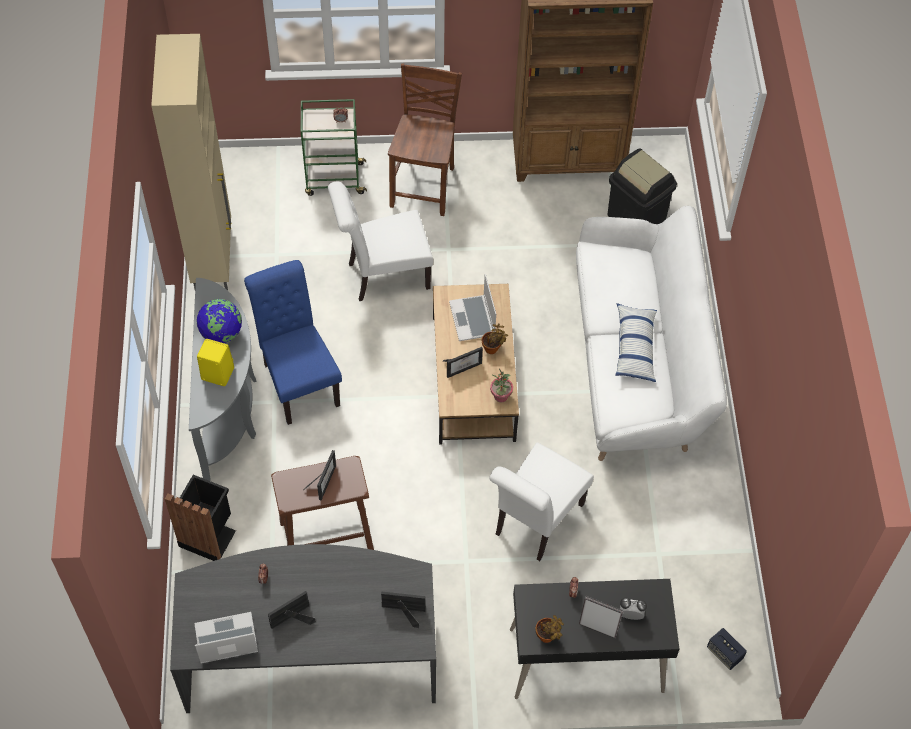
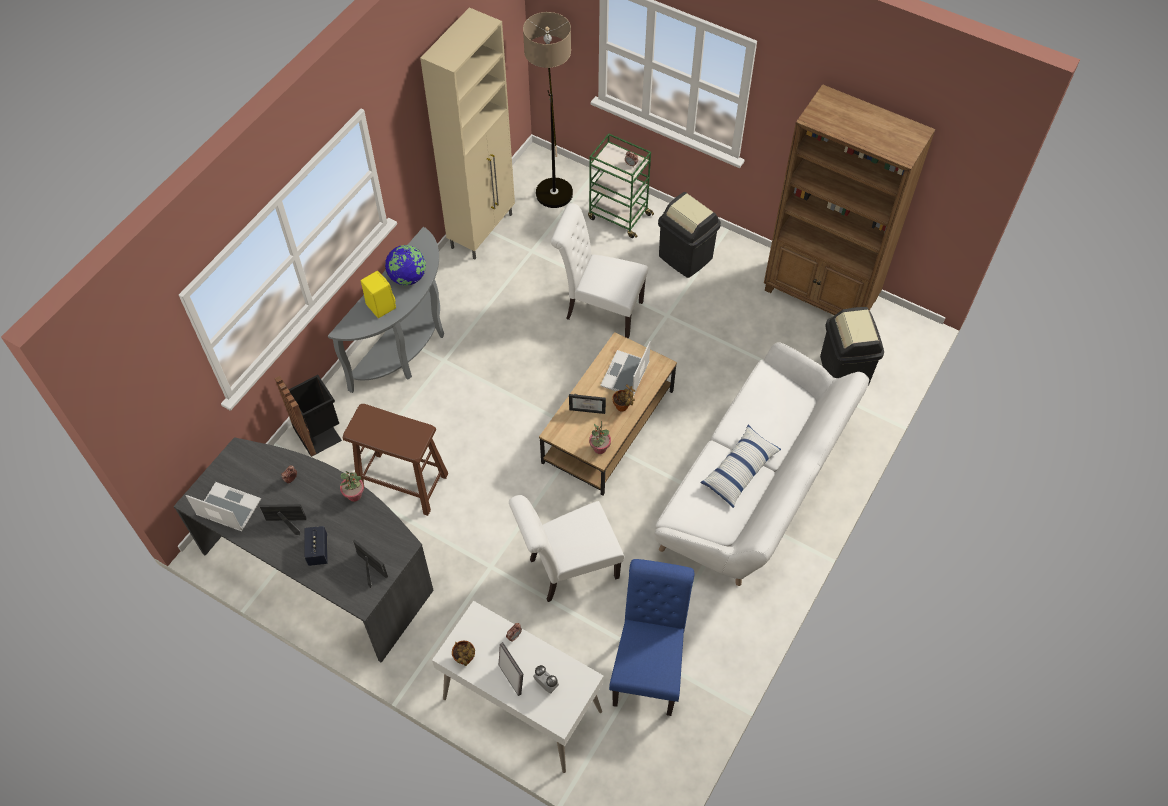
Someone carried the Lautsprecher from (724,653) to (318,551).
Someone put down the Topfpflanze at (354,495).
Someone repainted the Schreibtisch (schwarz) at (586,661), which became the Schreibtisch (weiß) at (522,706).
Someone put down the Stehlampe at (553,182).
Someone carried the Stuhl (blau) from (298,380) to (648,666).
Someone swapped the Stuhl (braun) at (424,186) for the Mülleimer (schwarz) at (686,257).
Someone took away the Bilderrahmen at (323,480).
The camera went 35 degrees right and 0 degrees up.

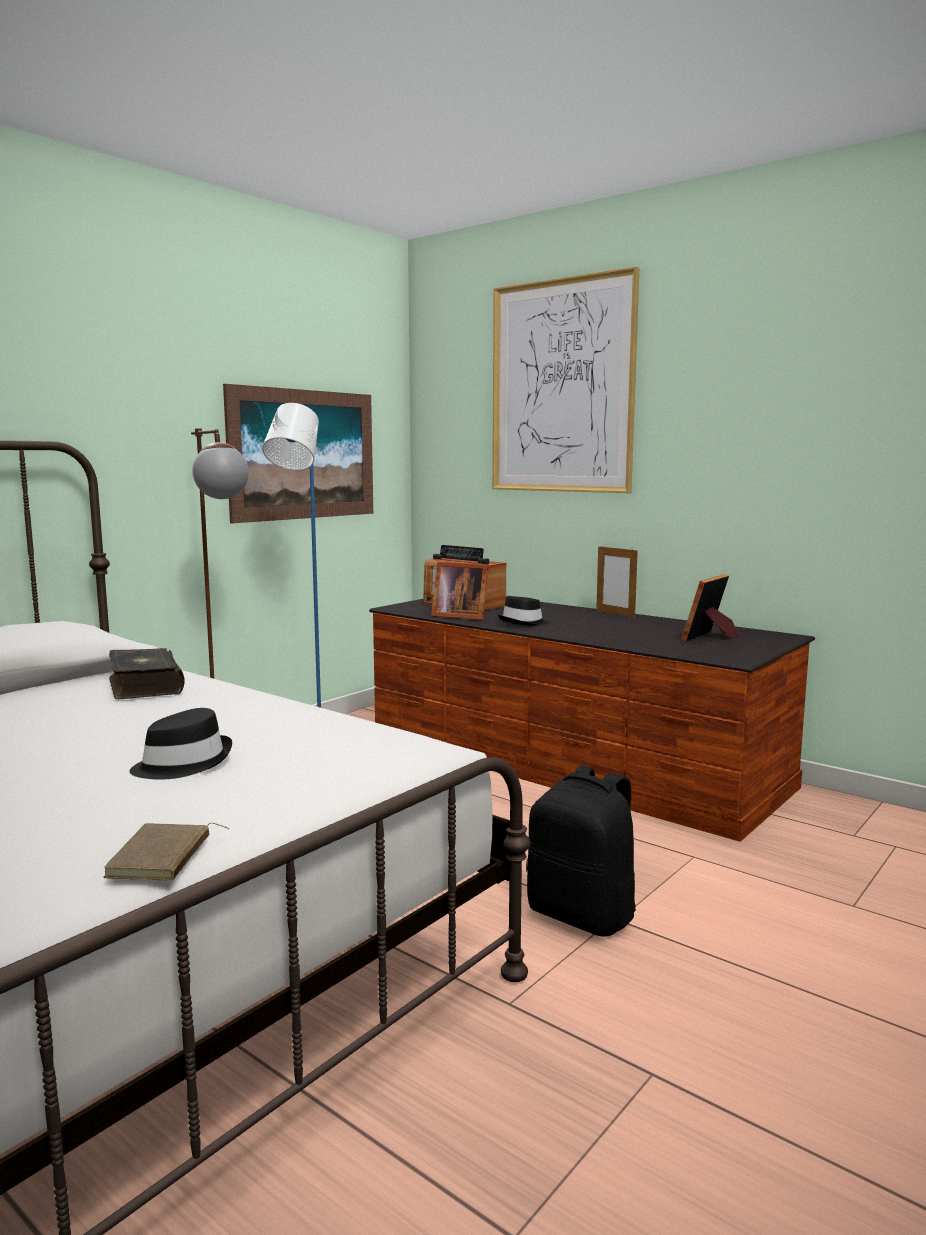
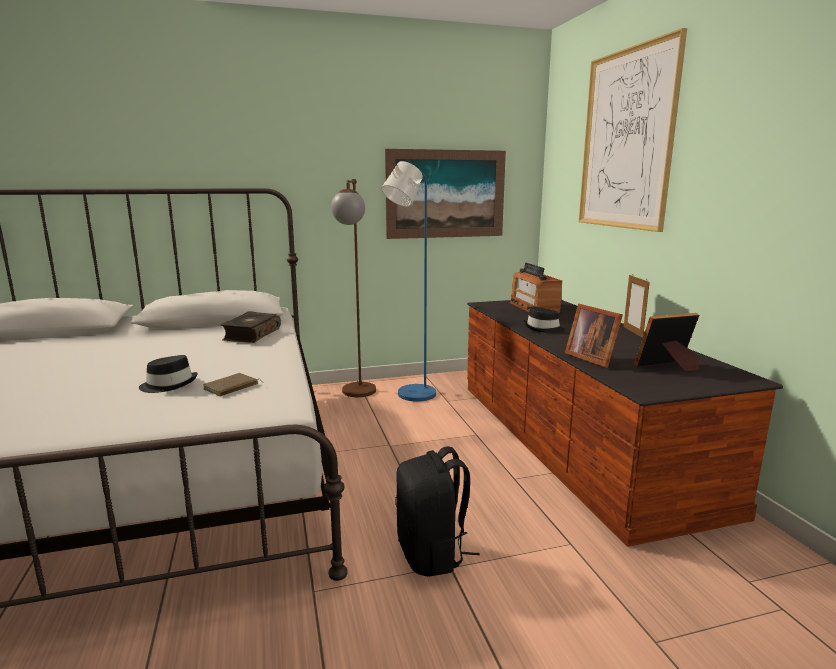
Someone carried the Buch (braun) from (163,858) to (231,388).
Someone carried the Bilderrahmen from (459,616) to (591,358).
The camera went 35 degrees right and 5 degrees up.

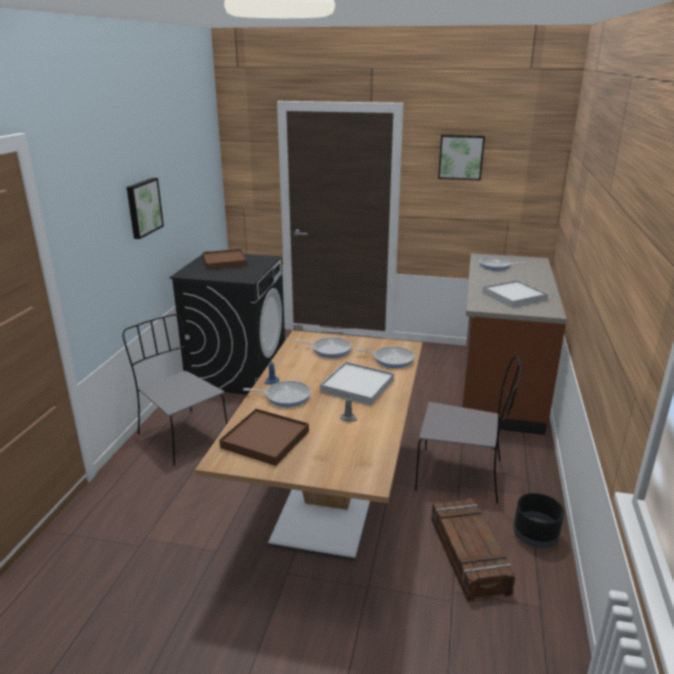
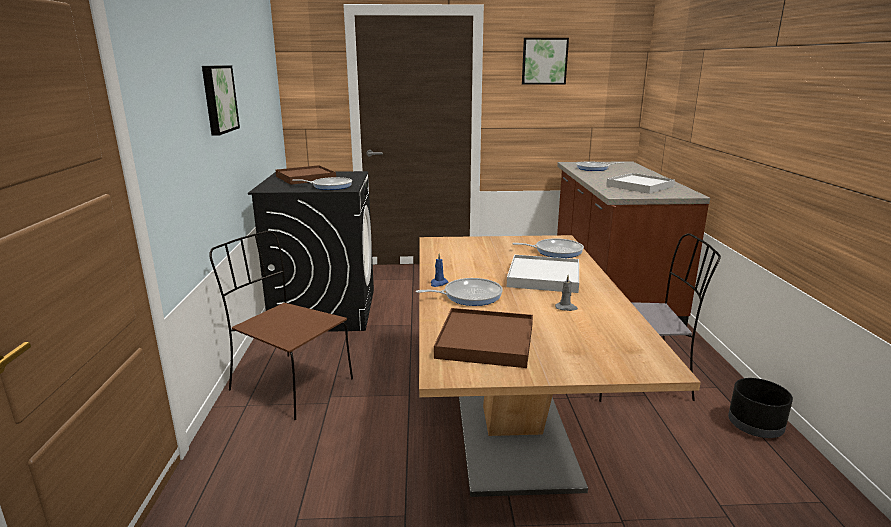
Someone repainted the Stuhl (grau) at (182,435), which became the Stuhl (braun) at (289,384).
Someone carried the Pfanne from (329,349) to (329,186).
Someone took away the Kiste at (467,555).
The camera went 15 degrees left and 5 degrees down.

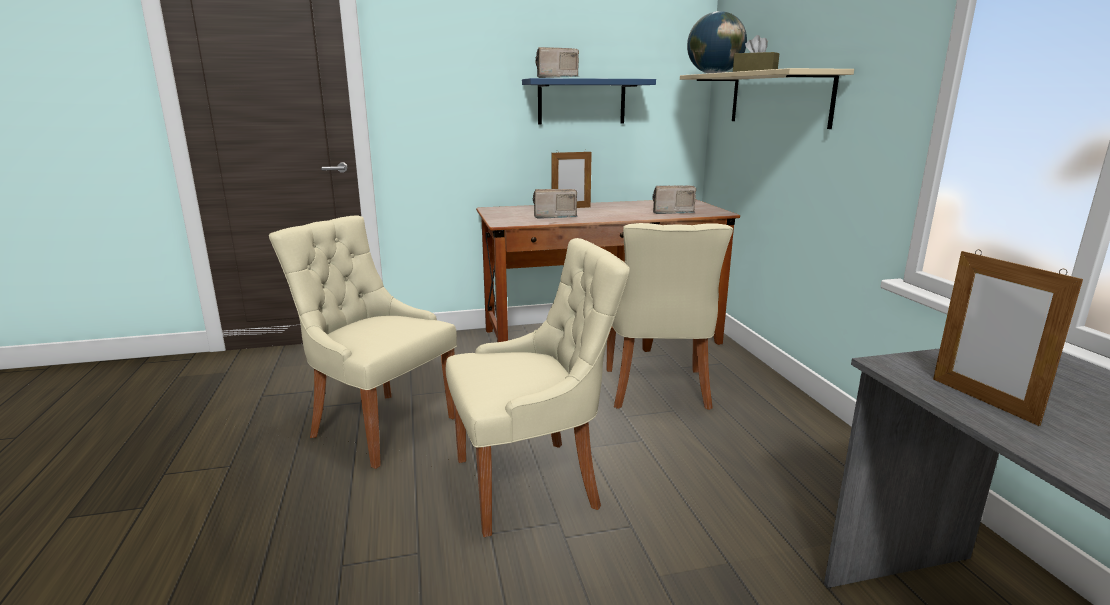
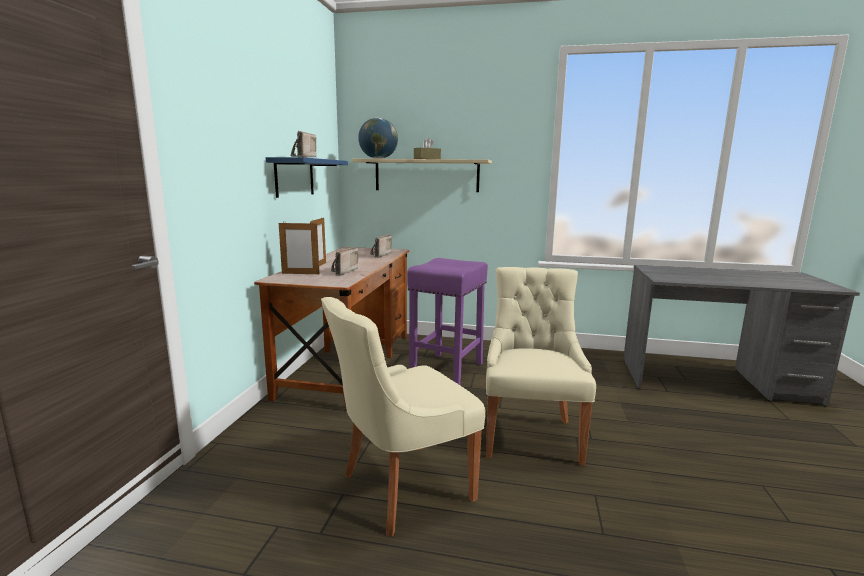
Someone carried the Bilderrahmen from (982,400) to (300,273).
Someone swapped the Stuhl (beige) at (657,390) for the Hocker (lila) at (446,370).
The camera went 65 degrees left and 5 degrees down.

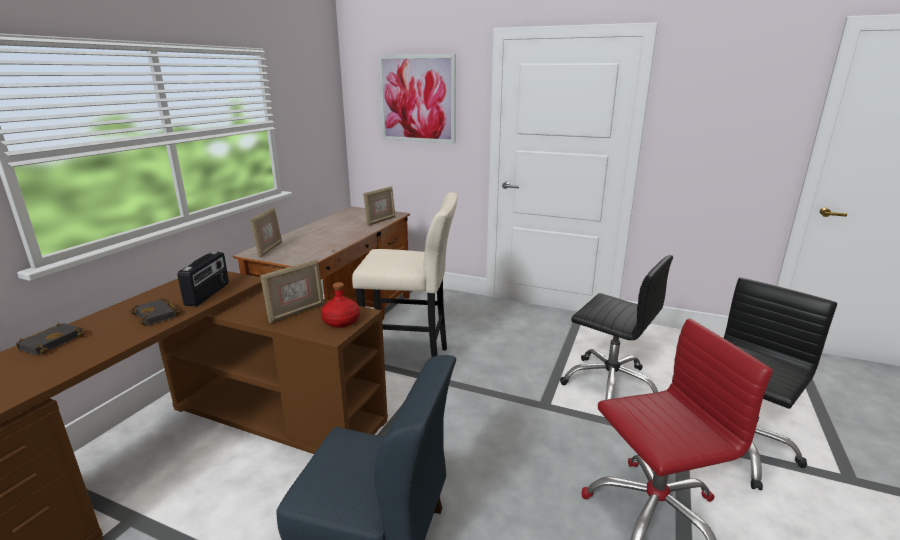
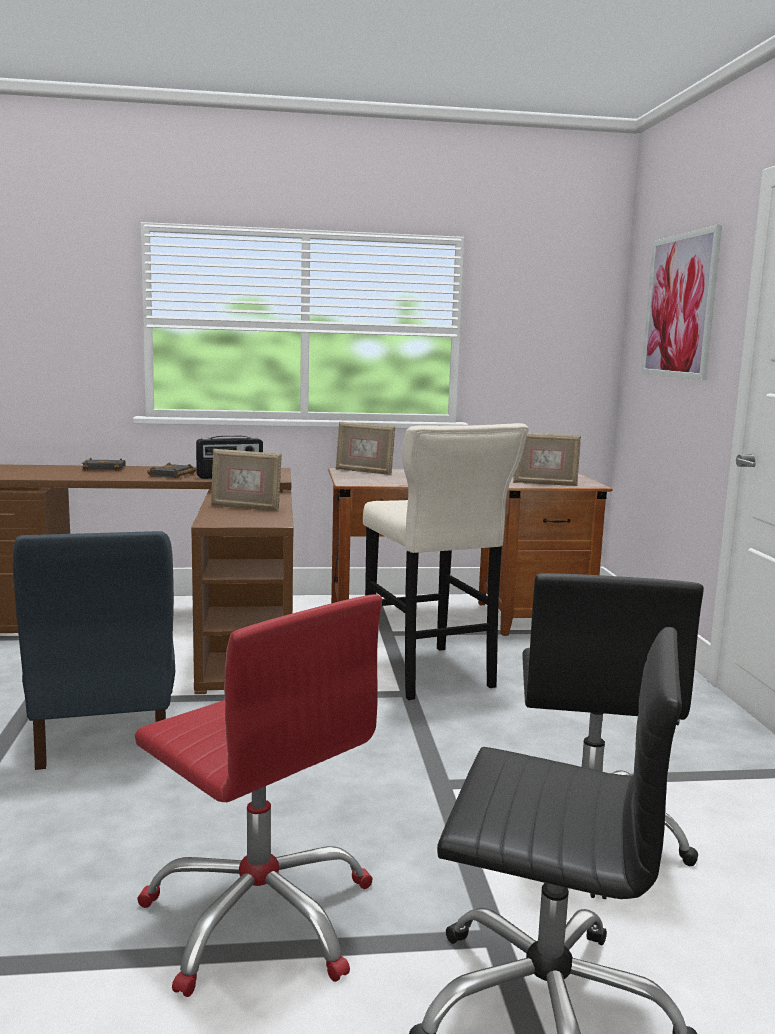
Someone rotated the Bilderrahmen at (269,249) by 45 degrees clockwise.
Someone took away the Flasche (rot) at (341,321).
The camera went 60 degrees right and 10 degrees down.

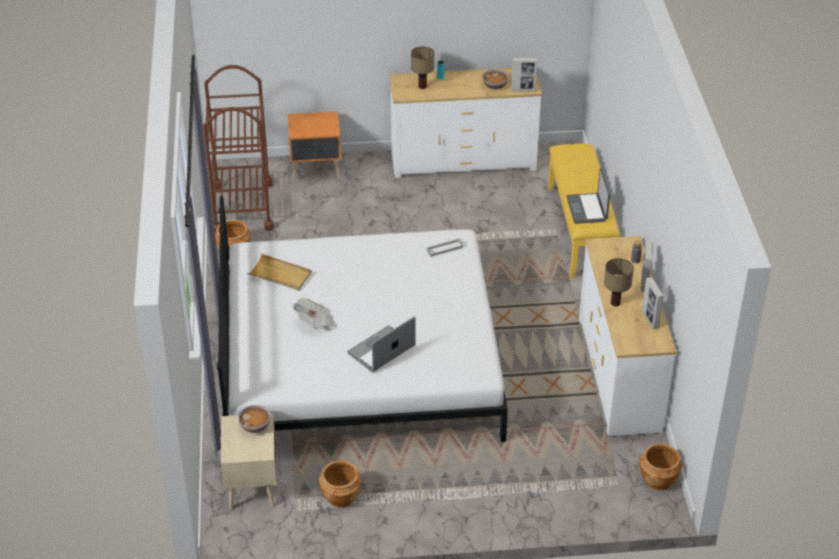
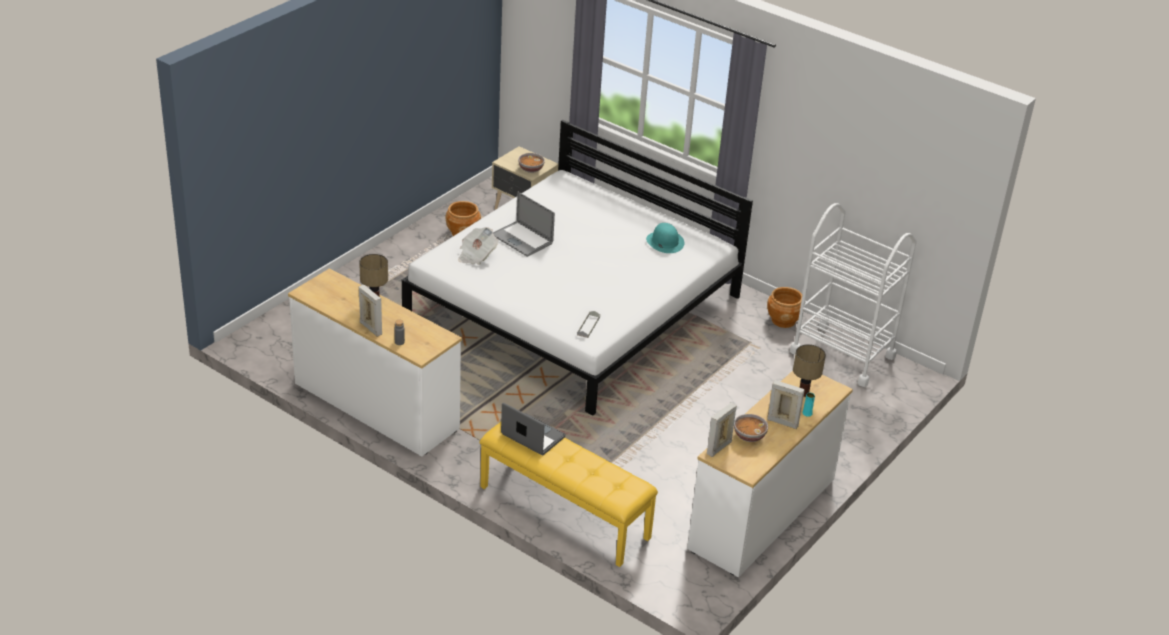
Someone carried the Zeitung from (315,323) to (476,255).
Someone rotated the Laptop at (381,349) by 135 degrees clockwise.
Someone swapped the Tablett (beige) at (280,275) for the Hut (türkis) at (665,242).
Someone carried the Bilderrahmen from (650,319) to (782,422).
Someone repainted the Rollwagen (braun) at (242,207), which became the Rollwagen (weiß) at (842,354).
Someone took away the Nachttisch (orange) at (316,170).
Someone took away the Pflanzkübel (braun) at (658,479).
The camera went 130 degrees right and 5 degrees down.

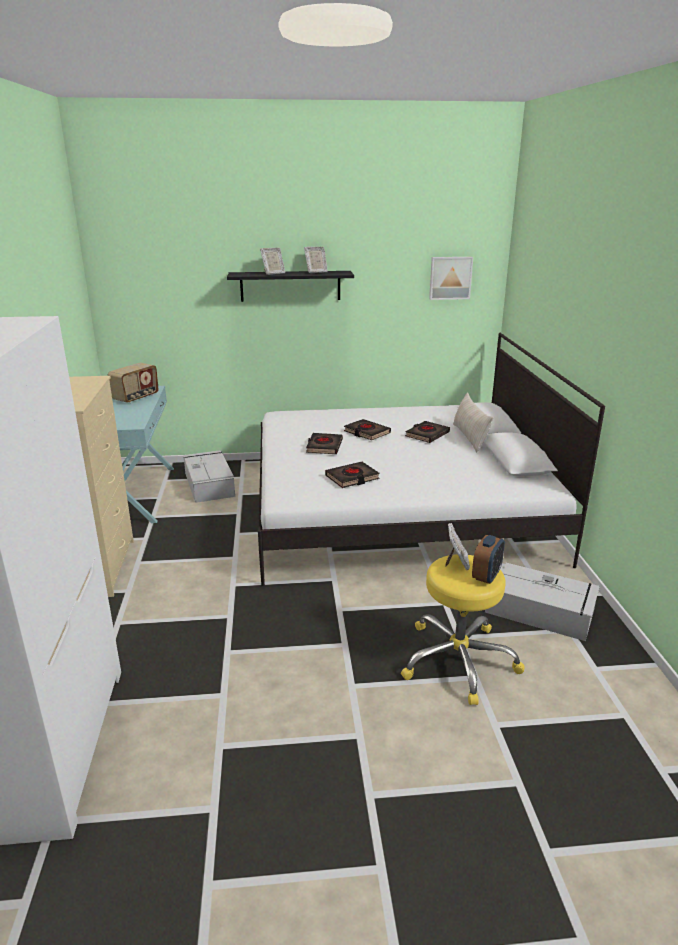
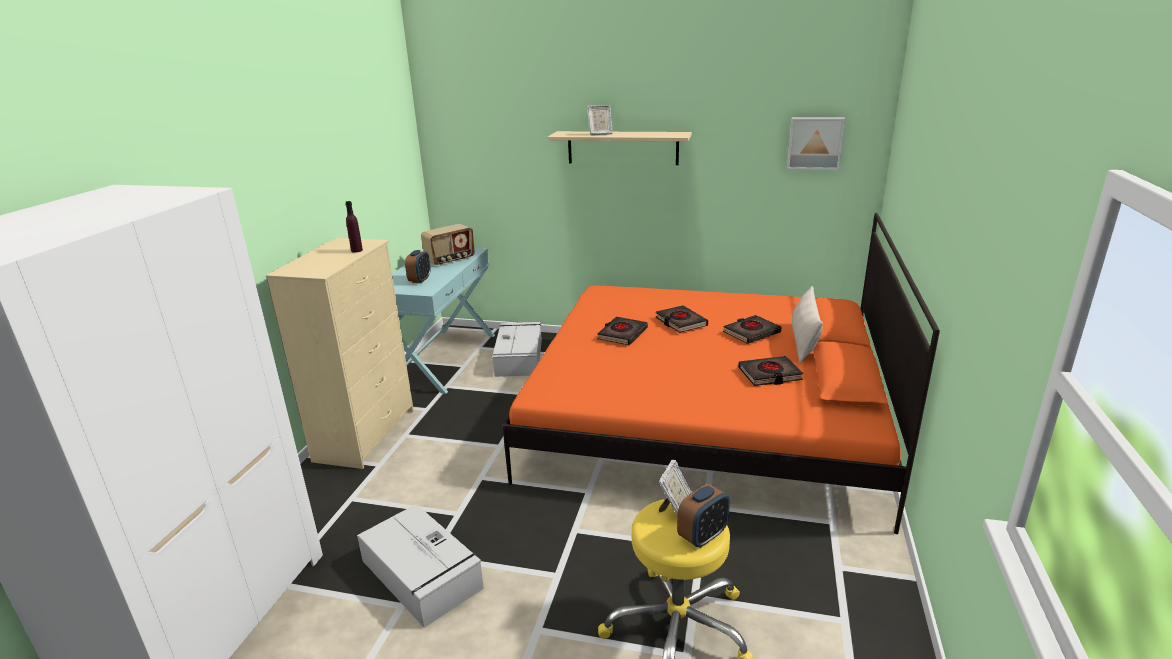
Someone put down the Flasche (lila) at (357,250).
Someone carried the Aufbewahrungsbox (grau) from (541,612) to (422,575).
Someone put down the Wecker at (420,280).
Someone repainted the Bett (weiß) at (396,508), which became the Bett (orange) at (706,414).
Someone repainted the Wandregal (schwarz) at (290,286), which became the Wandregal (beige) at (622,148).
Someone carried the Buch (schwarz) from (352,478) to (769,375).
Someone took away the Bilderrahmen at (316,272).
The camera went 20 degrees right and 0 degrees up.

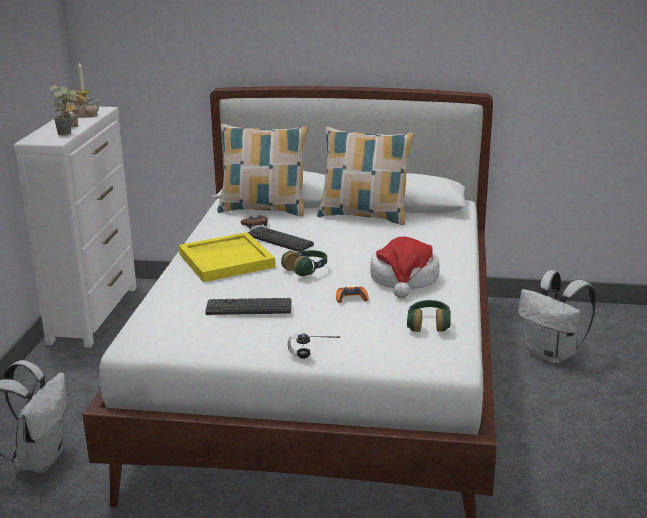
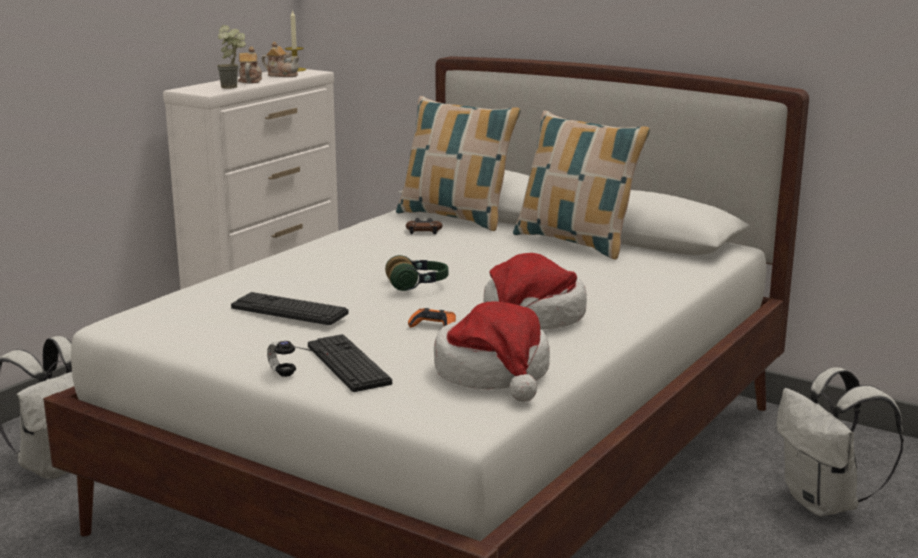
Someone carried the Tastatur from (279,240) to (348,364).
Someone swapped the Kopfhörer at (428,324) for the Hut at (494,373).
Someone took away the Tablett (gelb) at (227,260).
The camera went 25 degrees right and 5 degrees down.

